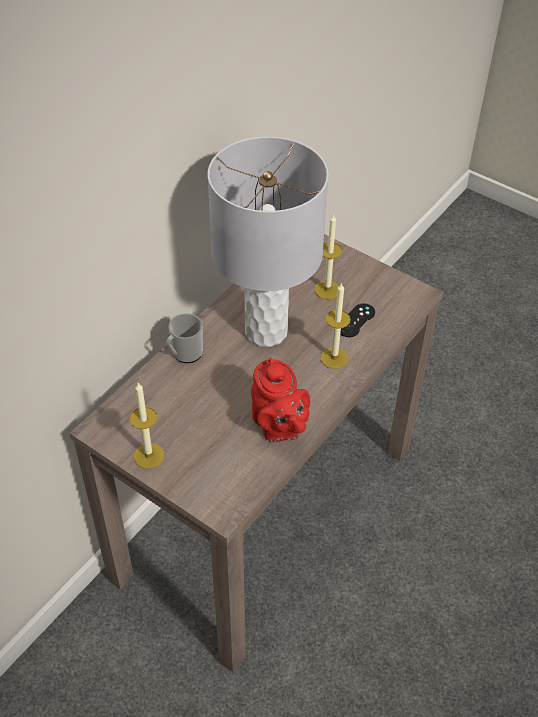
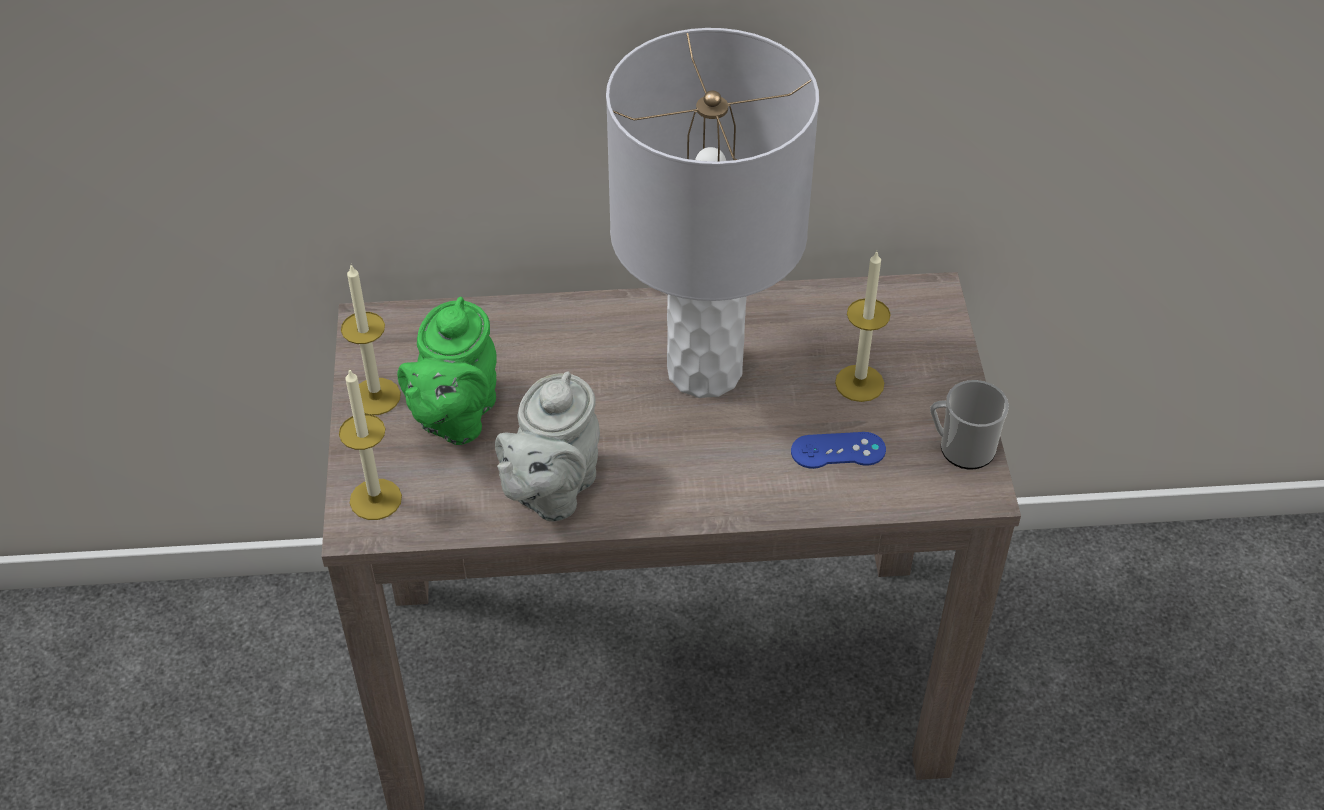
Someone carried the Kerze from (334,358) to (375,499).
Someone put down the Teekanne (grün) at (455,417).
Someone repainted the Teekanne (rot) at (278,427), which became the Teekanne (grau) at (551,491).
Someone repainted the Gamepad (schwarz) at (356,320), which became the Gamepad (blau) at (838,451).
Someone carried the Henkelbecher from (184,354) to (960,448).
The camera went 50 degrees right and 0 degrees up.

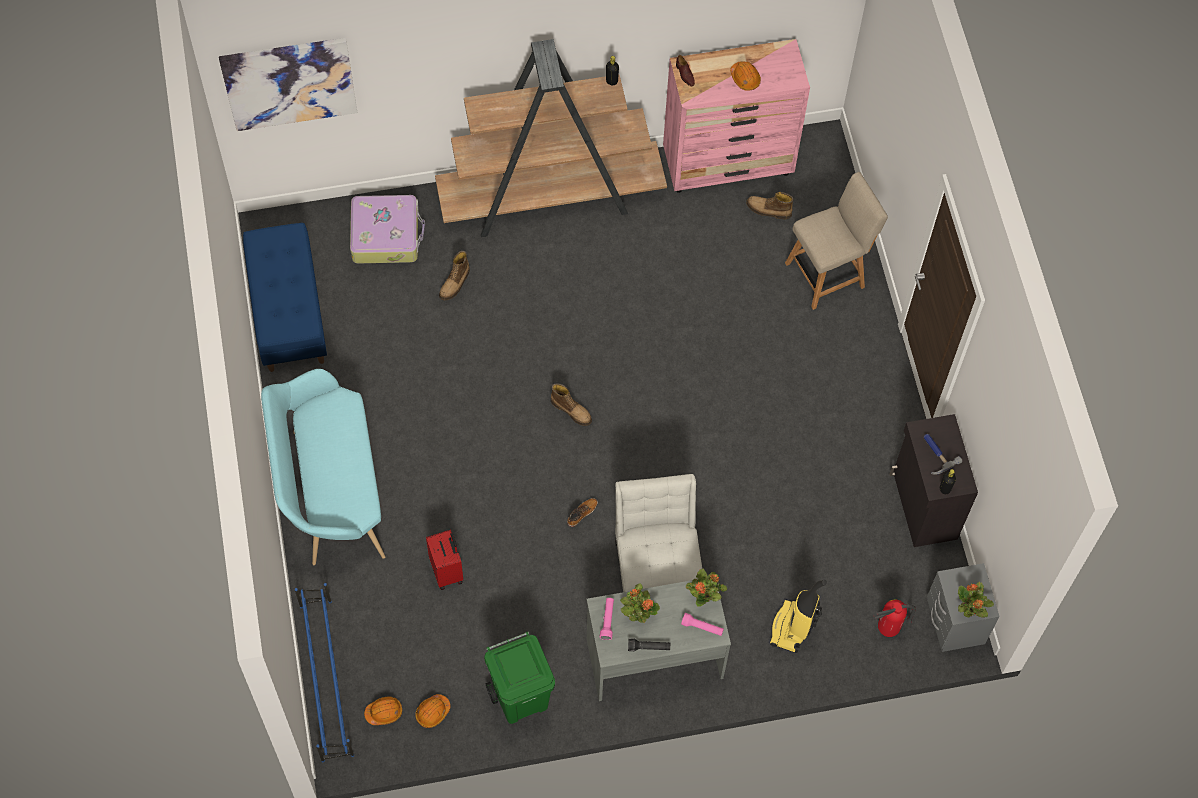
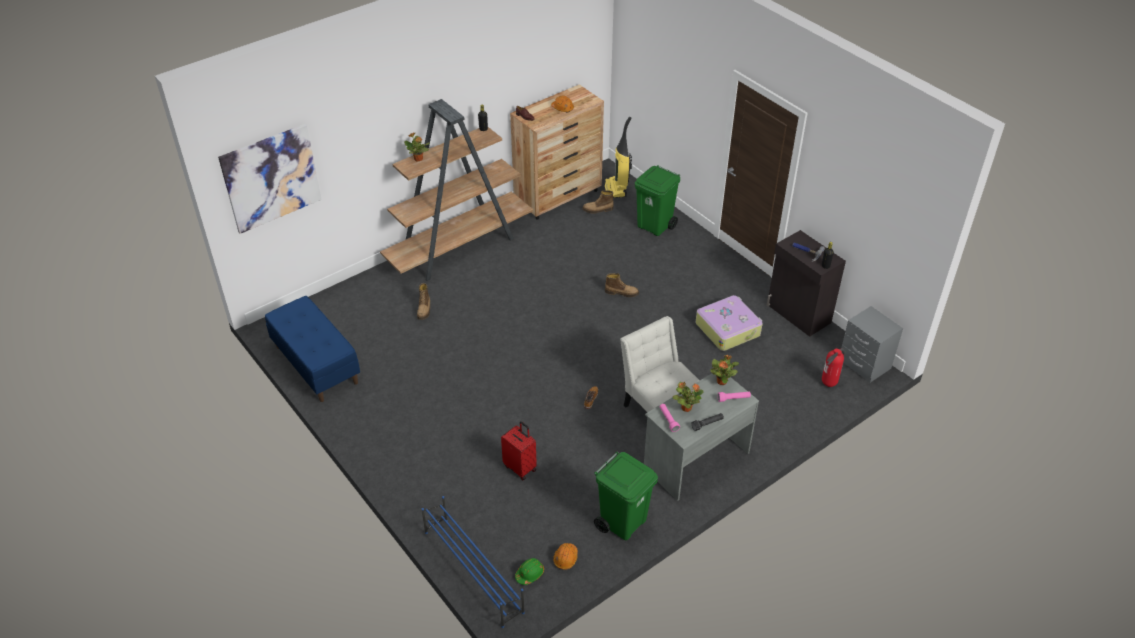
Someone carried the Topfpflanze from (969,610) to (418,159).
Someone repainted the Kommode (rosa) at (728,163), which became the Kommode (braun) at (558,197).
Someone repainted the Schutzhelm (orange) at (384,712), which became the Schutzhelm (grün) at (529,574).
Someone carried the Staubsauger from (792,628) to (616,189).
Someone carried the Stiefel from (571,410) to (621,292).
Someone swapped the Stuhl (beige) at (828,273) for the Mülleimer (grün) at (655,226).
Someone carried the Koffer from (386,235) to (728,329).
Someone took away the Bank (türkis) at (330,492).
The camera went 25 degrees left and 20 degrees down.

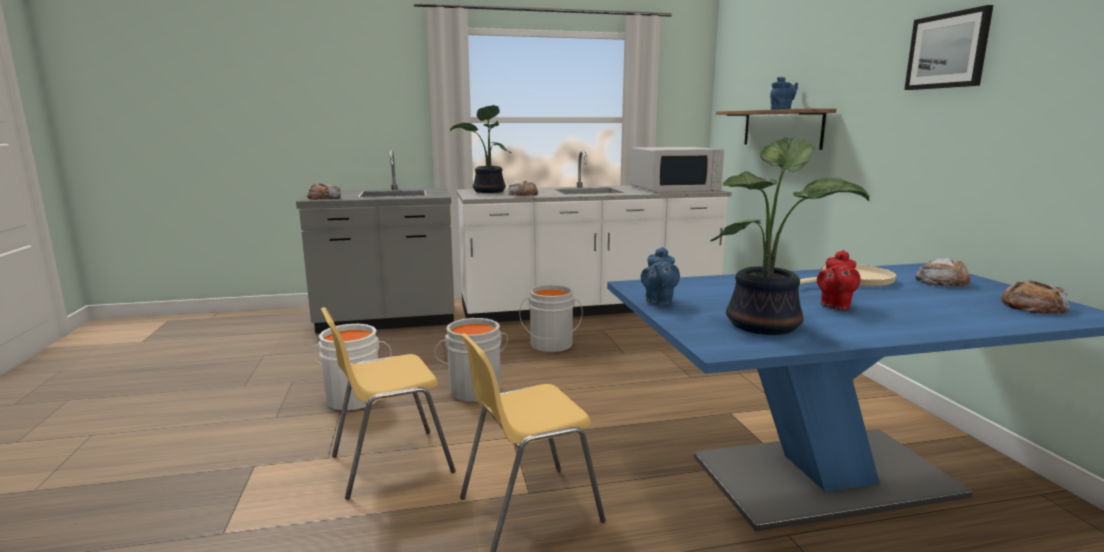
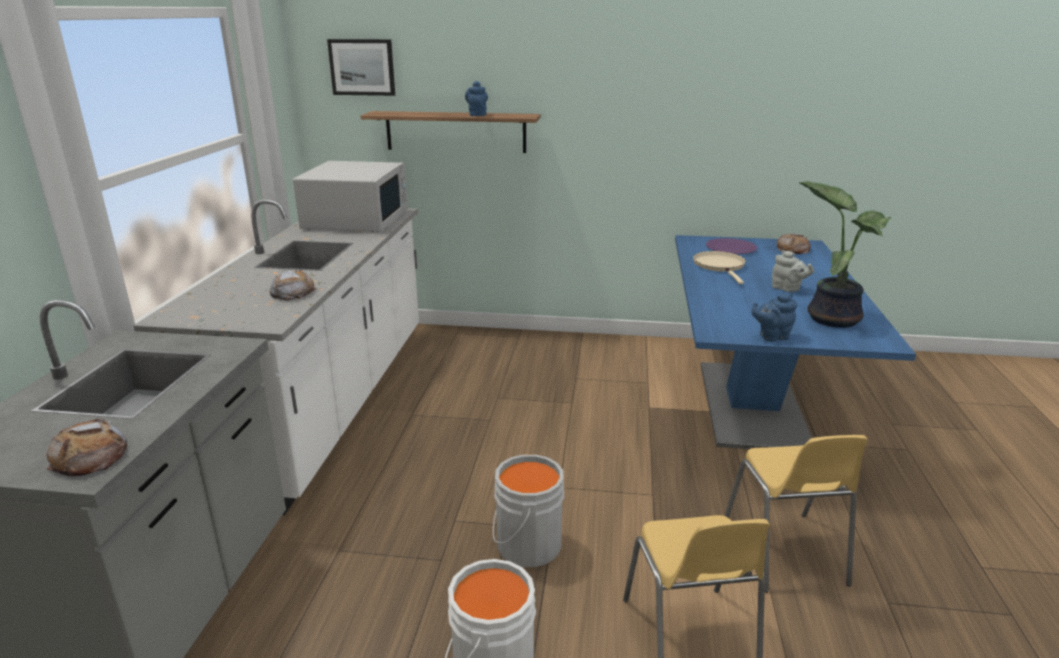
Someone carried the Bild from (947,51) to (362,67).
Someone swapped the Brot at (941,281) for the Teller (lila) at (730,248).
Someone rotated the Teekanne (blau) at (658,302) by 135 degrees clockwise.
Someone repainted the Teekanne (rot) at (835,306), which became the Teekanne (grau) at (787,289).
Someone took away the Topfpflanze at (488,191).
Someone took away the Eimer (grau) at (551,345).
The camera went 70 degrees left and 10 degrees up.

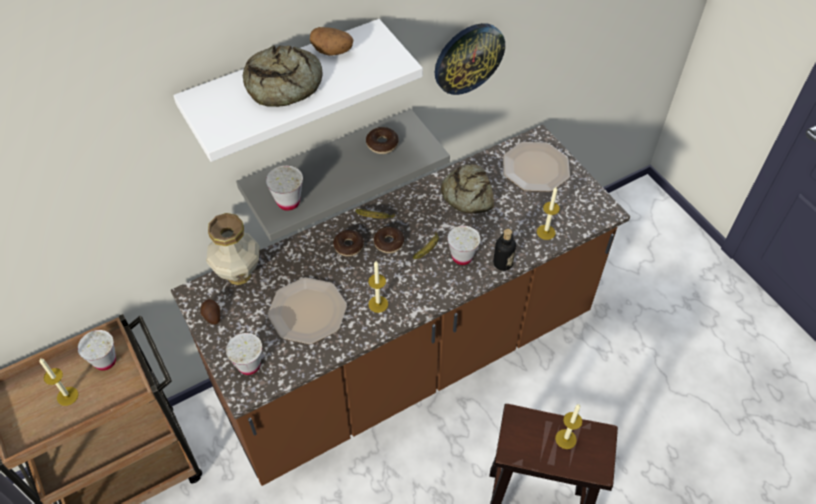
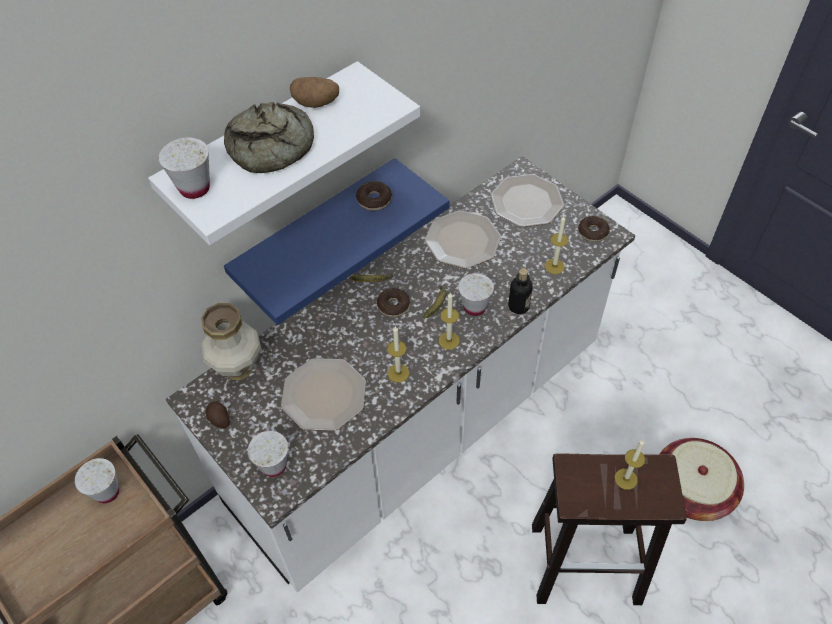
Someone carried the Tasse (weiß) from (288,202) to (194,188).
Someone repainted the Küchenzeile (braun) at (408,359), which became the Küchenzeile (weiß) at (419,426).
Someone repainted the Wandregal (grau) at (329,165), which became the Wandregal (blau) at (317,232).
Someone swapped the Brot at (467,194) for the Teller at (463,241).
Someone carried the Kerze from (67,396) to (449,340).
Someone carried the Donut from (348,246) to (592,232).
Someone put down the Korb at (691,489).
Someone took away the Wanduhr at (468,58).
The camera went 10 degrees left and 0 degrees up.

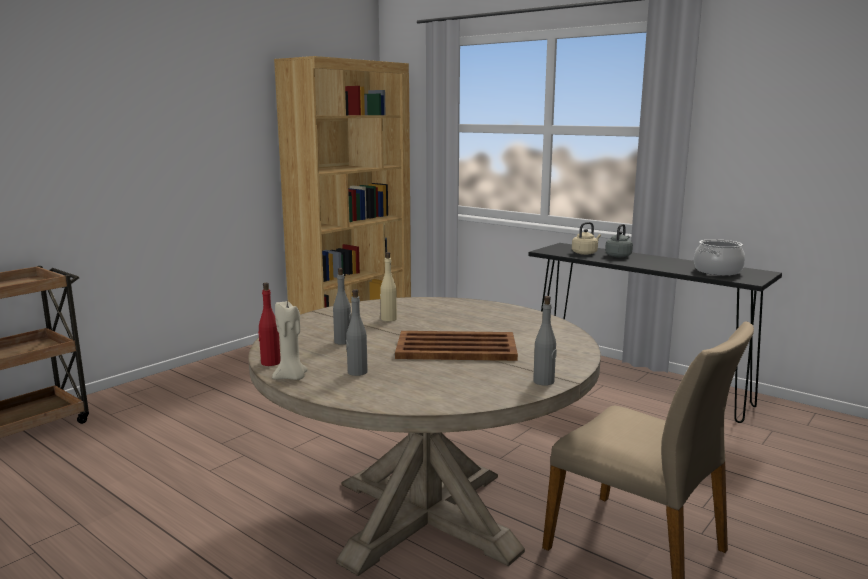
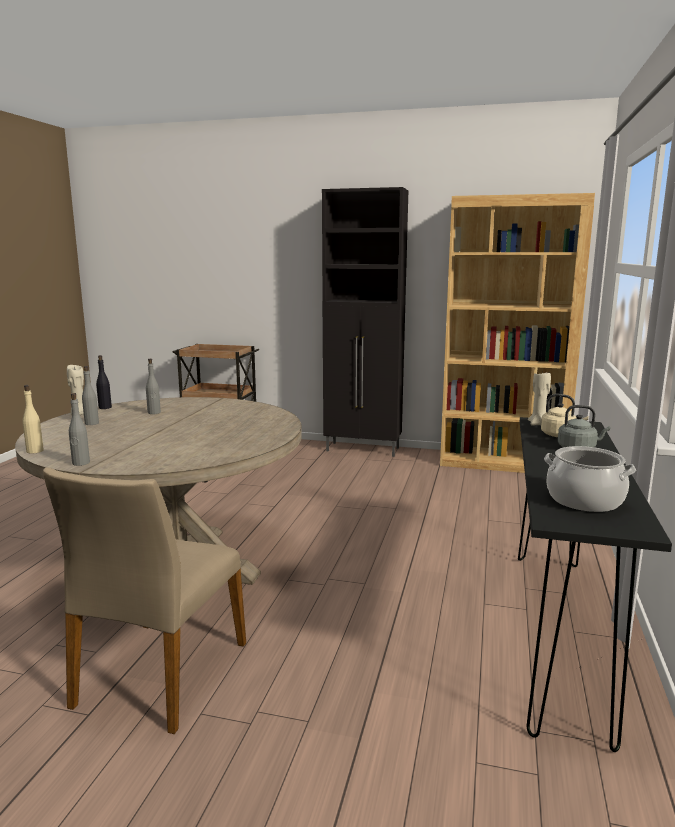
Someone carried the Flasche (beige) from (388,319) to (35,451).
Someone repainted the Flasche (rot) at (270,363), which became the Flasche (schwarz) at (105,407).
Someone put down the Schrank (schwarz) at (363,449).
Someone put down the Kerze (beige) at (538,424).
Someone took away the Tablett (braun) at (457,348).
The camera went 65 degrees right and 0 degrees up.

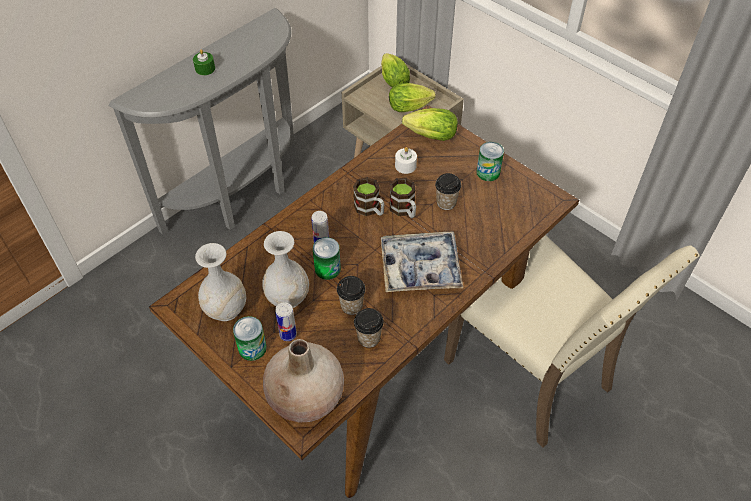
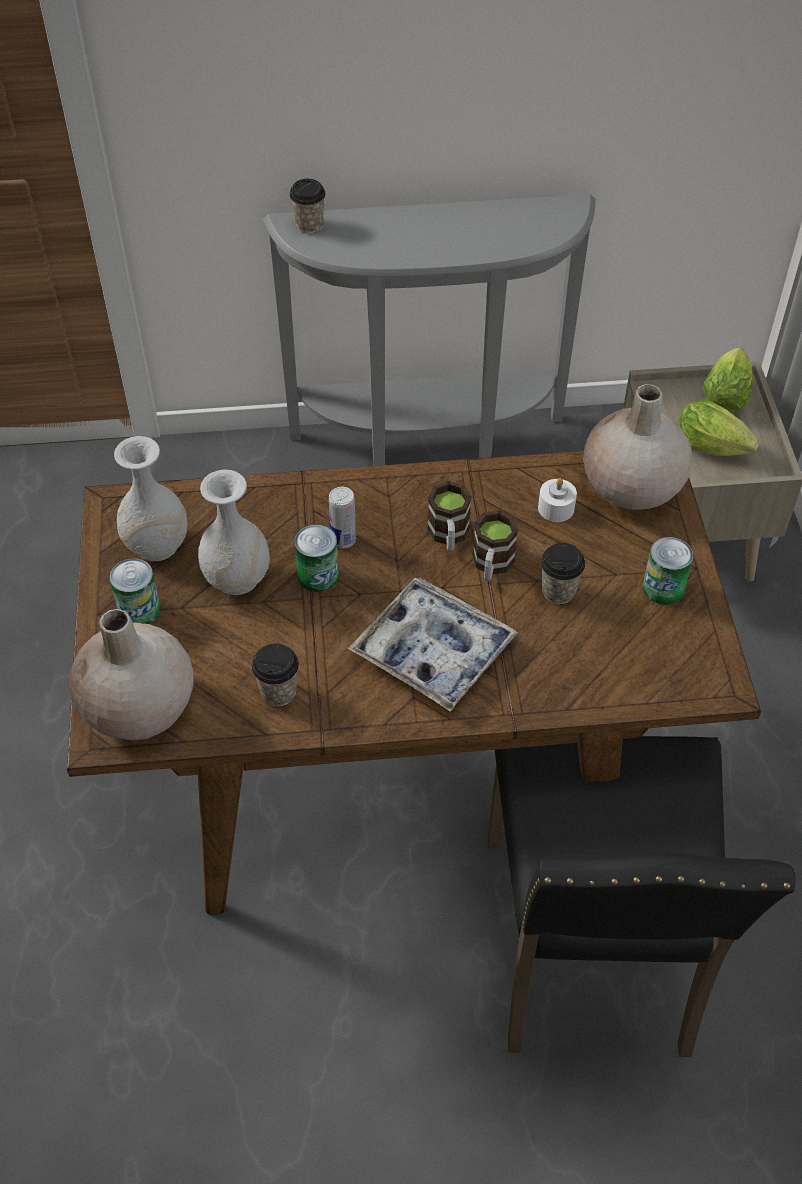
Someone carried the Tasse from (351,306) to (309,225).
Someone repainted the Stuhl (beige) at (533,374), which became the Stuhl (schwarz) at (592,948).
Someone swapped the Salatkopf at (428,136) for the Vase (beige) at (631,487).
Someone took away the Kerze (grün) at (205,69).
Someone took away the Dose at (288,334).
The camera went 40 degrees right and 0 degrees up.

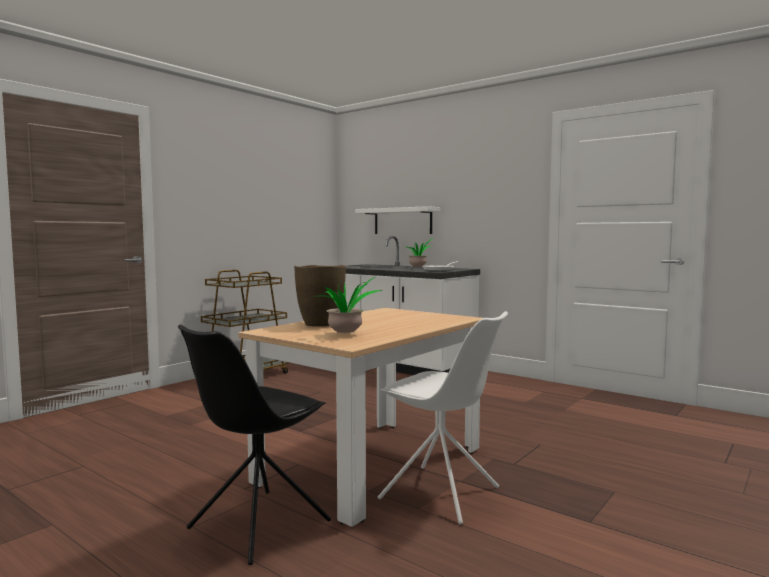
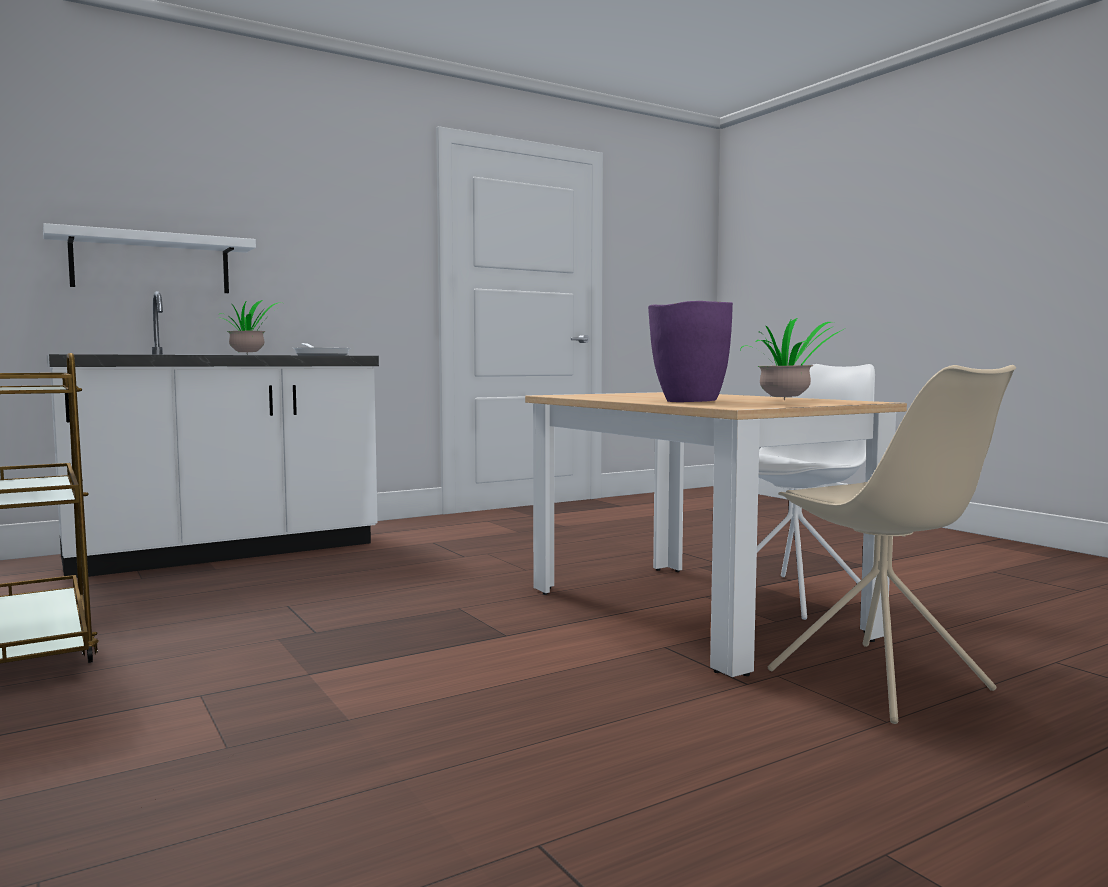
Someone repainted the Vase (braun) at (320,324), which became the Vase (lila) at (689,401).
Someone repainted the Stuhl (schwarz) at (257,525), which became the Stuhl (beige) at (881,682).
The camera went 70 degrees left and 0 degrees up.

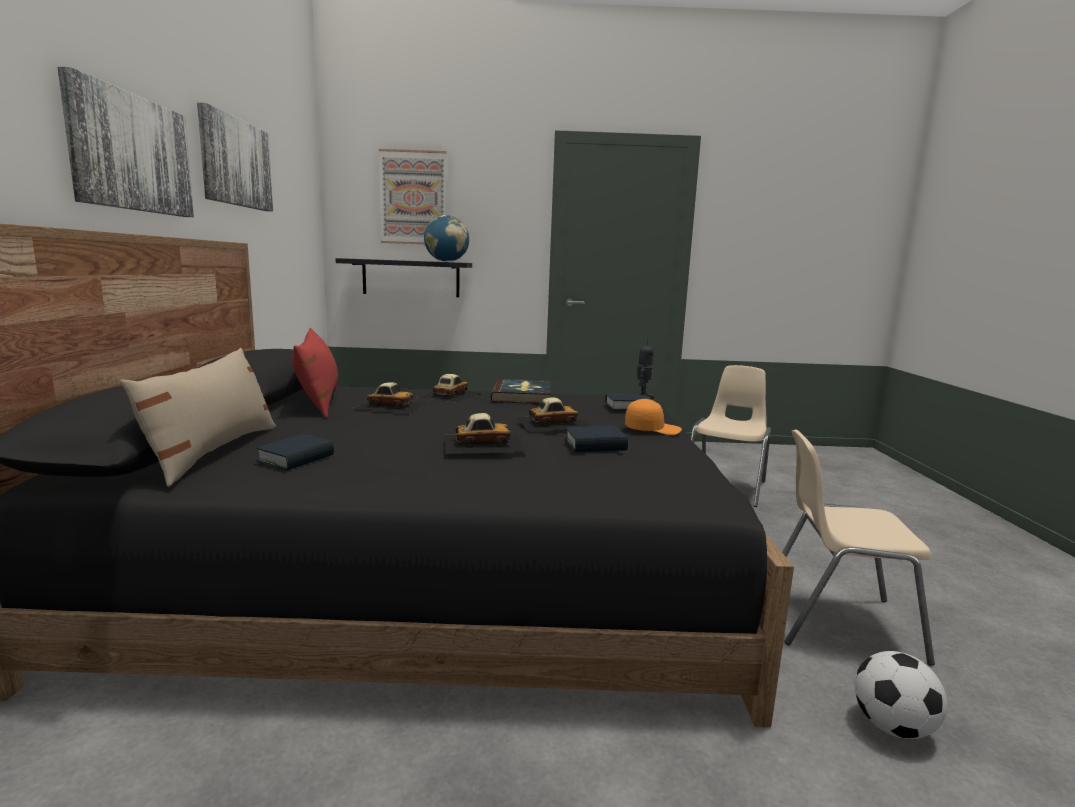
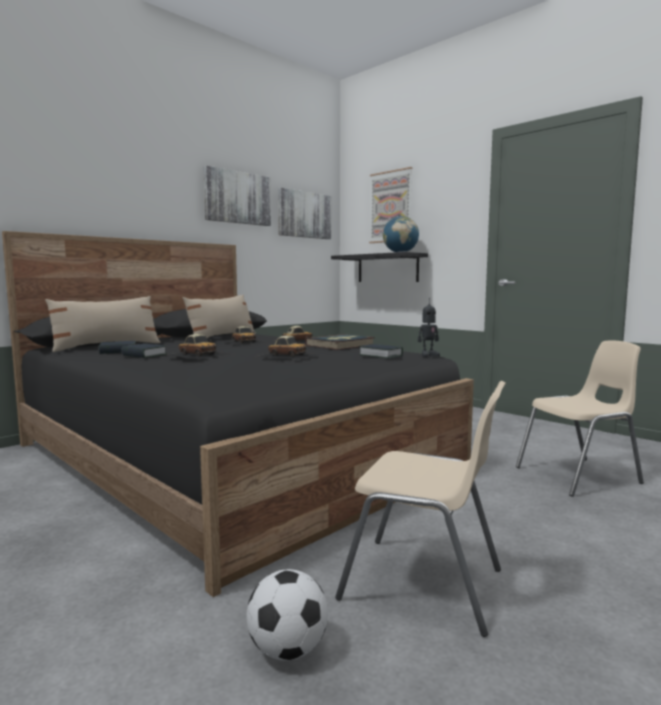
Someone carried the Buch from (595,446) to (144,355).
Someone repainted the Kissen (rot) at (318,401), which became the Kissen (beige) at (221,338).
Someone carried the Bild from (130,153) to (304,215).
Someone rotated the Stuhl (beige) at (836,621) by 150 degrees clockwise.
Someone took away the Kappe (orange) at (652,429).
The camera went 45 degrees right and 5 degrees down.

